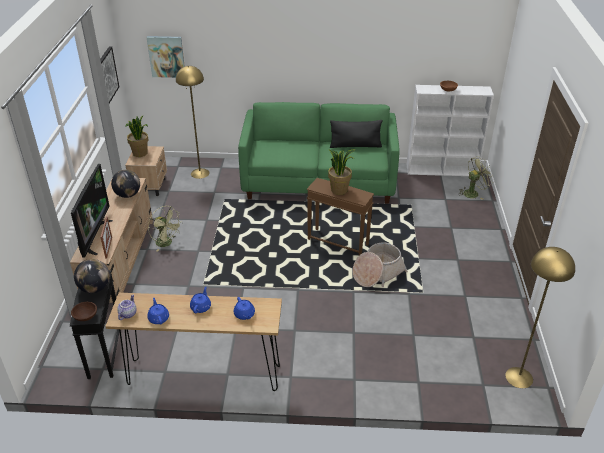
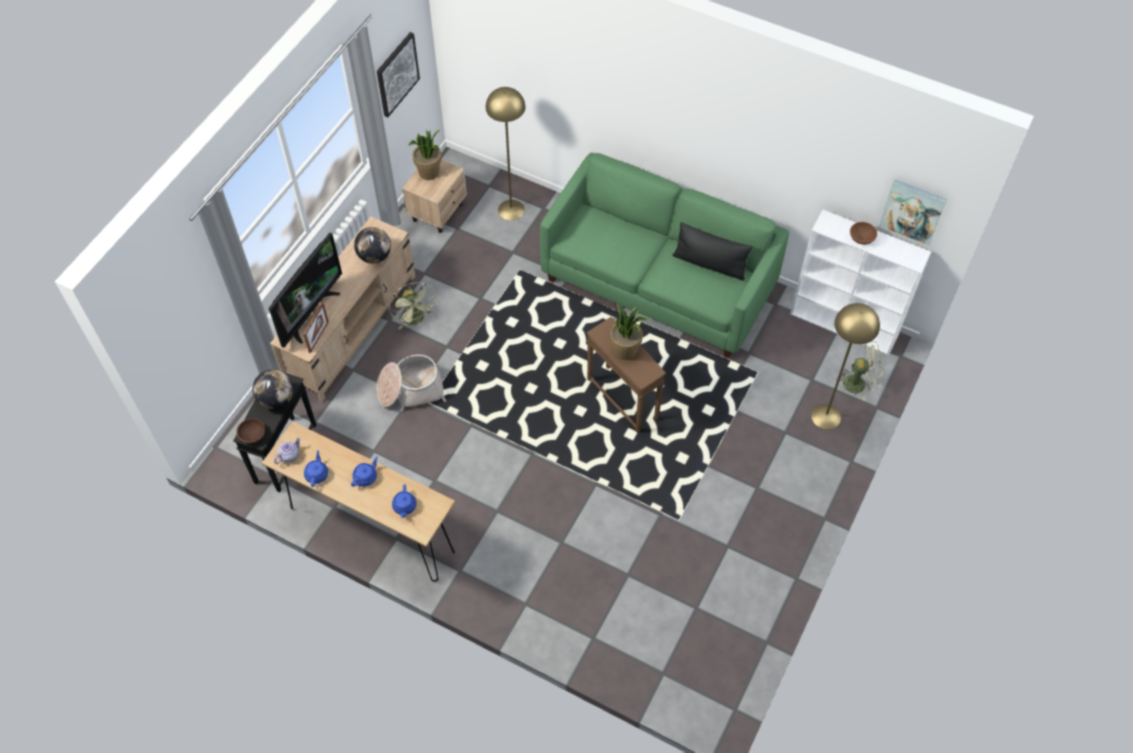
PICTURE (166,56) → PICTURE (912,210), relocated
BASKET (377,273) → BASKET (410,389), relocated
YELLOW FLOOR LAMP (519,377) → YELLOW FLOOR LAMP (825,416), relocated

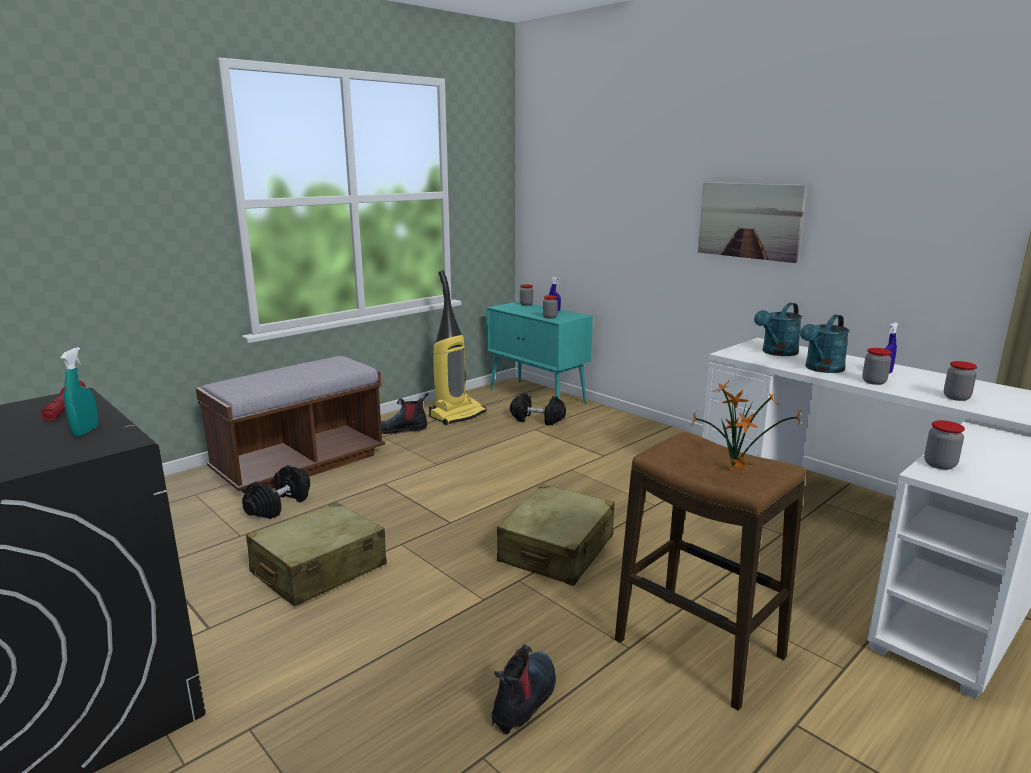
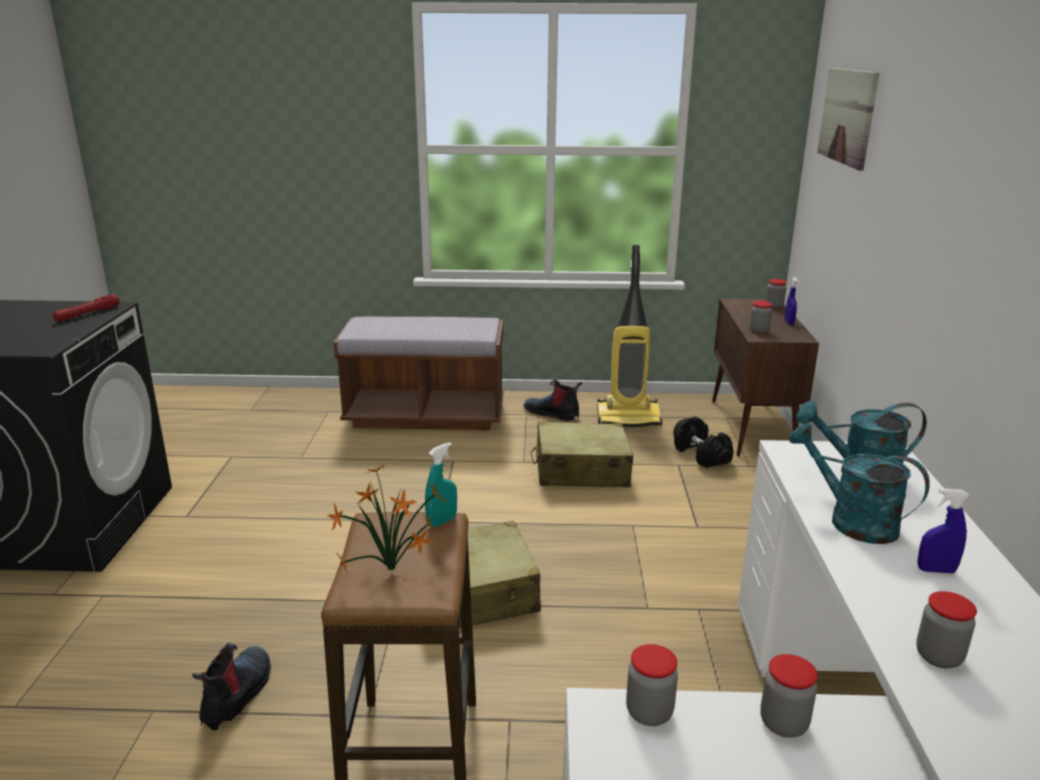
TURQUOISE SPRAY BOTTLE (86,431) → TURQUOISE SPRAY BOTTLE (442,521), relocated
BLACK DUMBBELL (279,505) → -
BEIGE SUITCASE (318,570) → BEIGE SUITCASE (581,470), relocated
TURQUOISE CABINET (538,396) → BROWN CABINET (752,428)
BOOT (525,699) → BOOT (238,694), 60 degrees counterclockwise
PICTURE (749,220) → PICTURE (847,116), relocated
TURQUOISE WATERING CAN (821,369) → TURQUOISE WATERING CAN (851,521), 45 degrees clockwise
JAR (874,382) → JAR (783,723), relocated

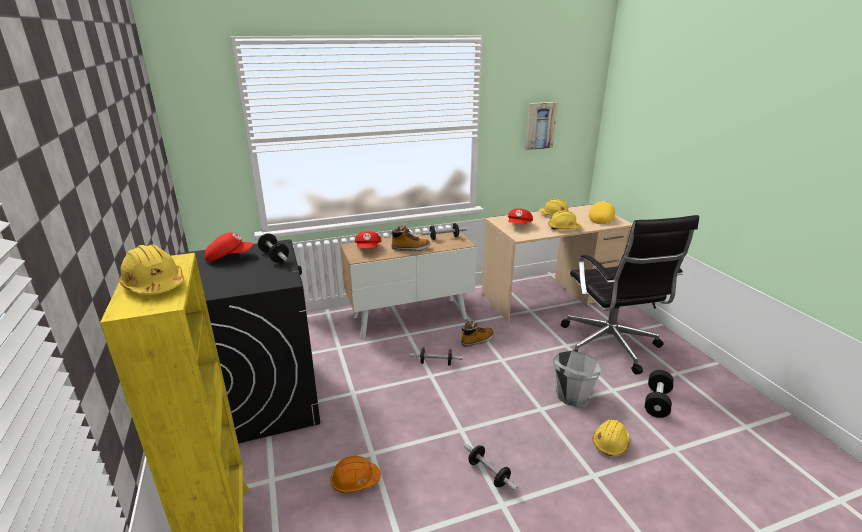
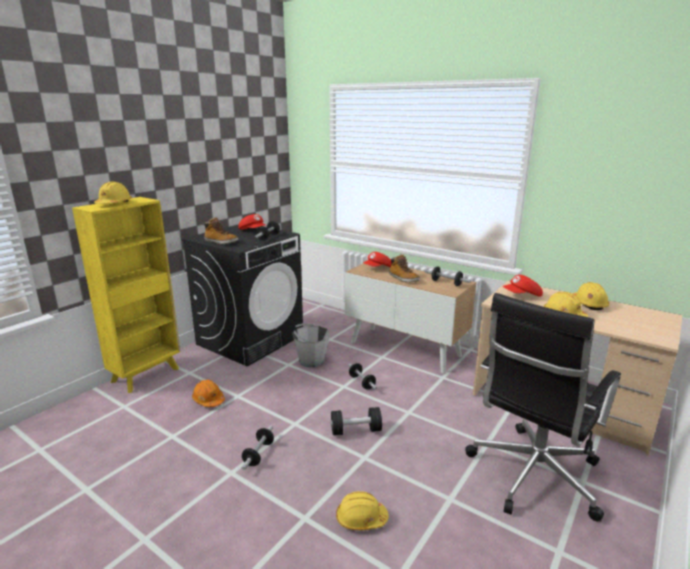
BOOT (477,340) → BOOT (221,242), relocated
PICTURE (539,125) → -
GREY BUCKET (571,395) → GREY BUCKET (311,360), relocated
YELLOW CAP (601,219) → -
BLACK DUMBBELL (657,402) → BLACK DUMBBELL (356,430), relocated

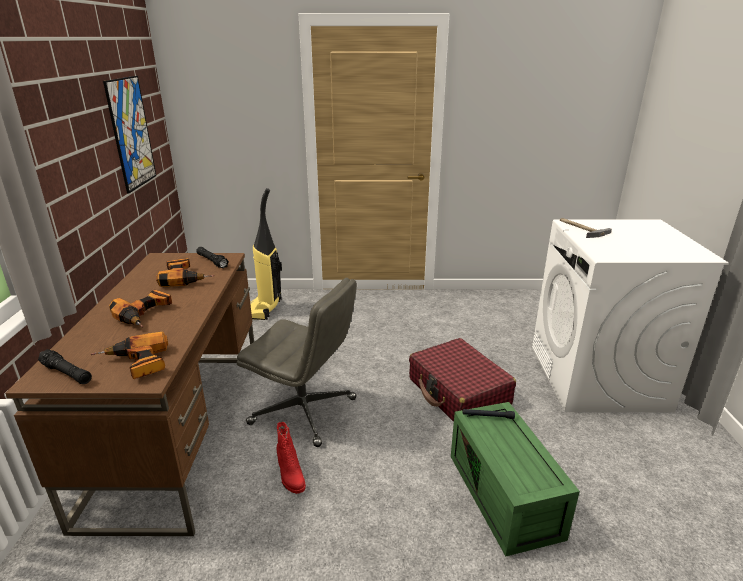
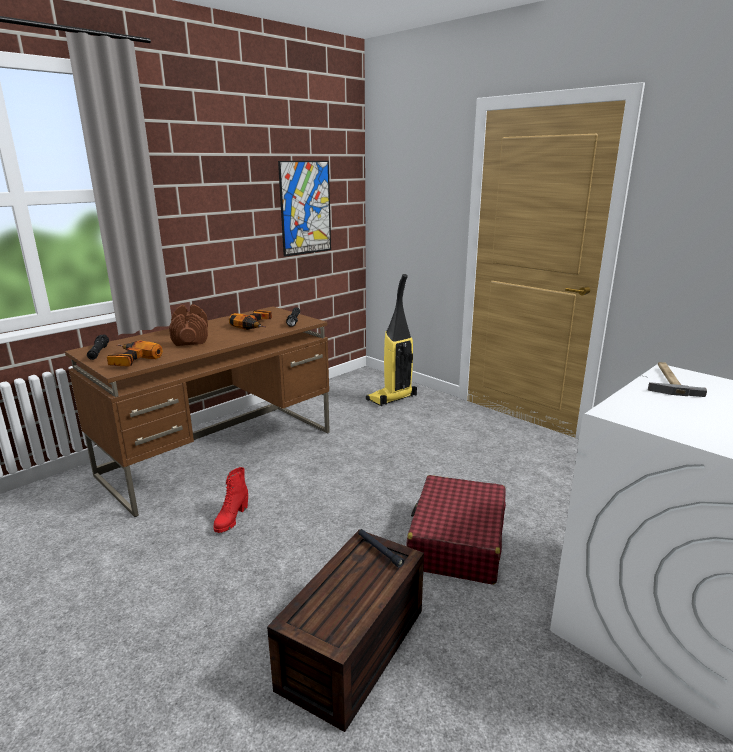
POWER DRILL (146,315) → BROWN DUMBBELL (191,338)
GREY OFFICE CHAIR (304,411) → -
GREEN STORAGE BOX (506,496) → BROWN STORAGE BOX (354,651)

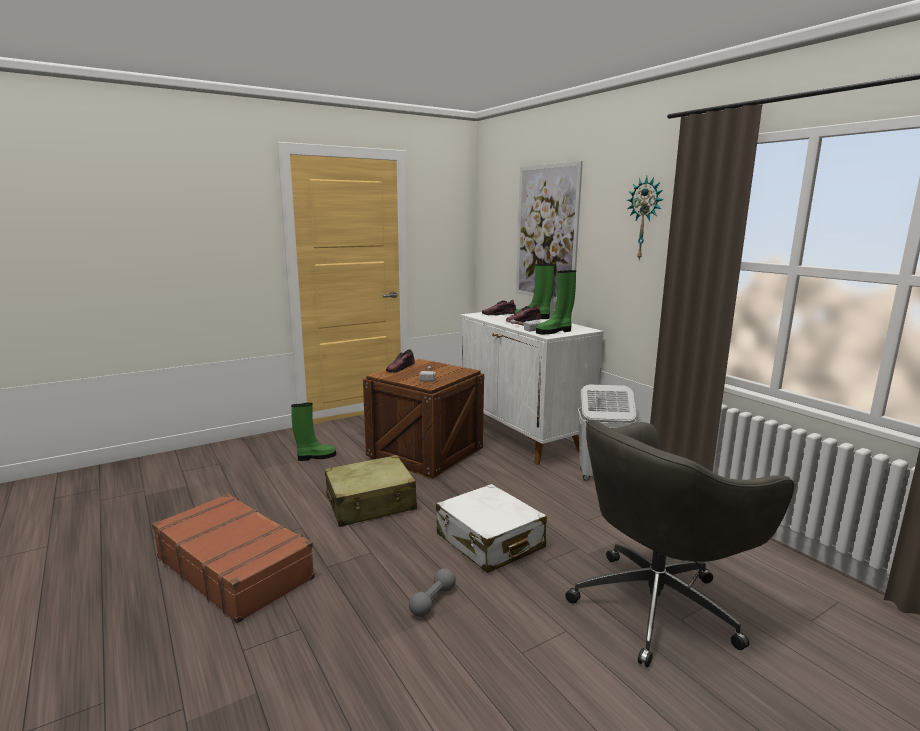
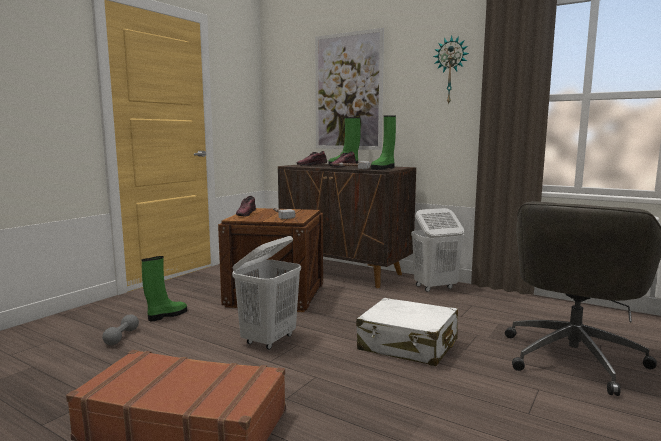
BEIGE SUITCASE (371,503) → WHITE LAUNDRY BASKET (269,340)
GREY DUMBBELL (433,601) → GREY DUMBBELL (122,337), relocated
WHITE CABINET (523,437) → BROWN CABINET (346,273)

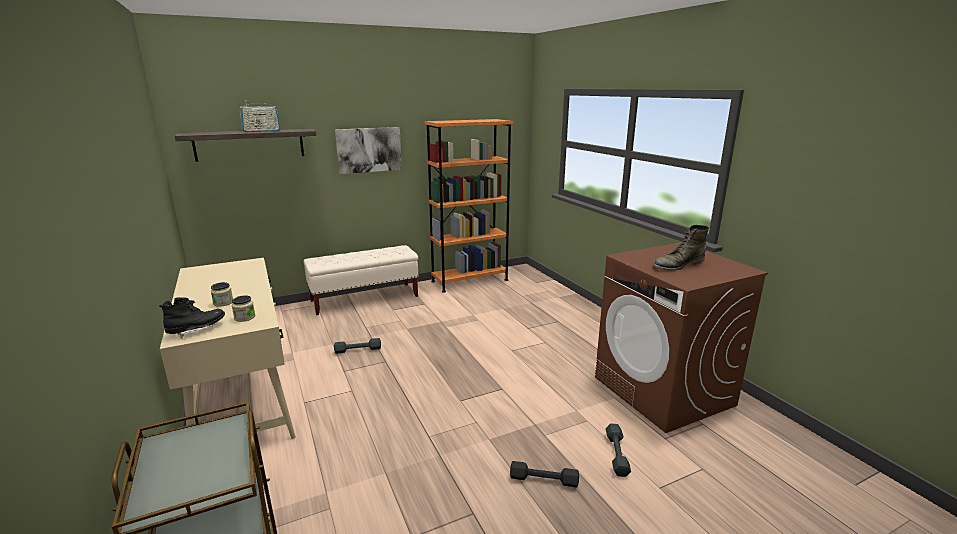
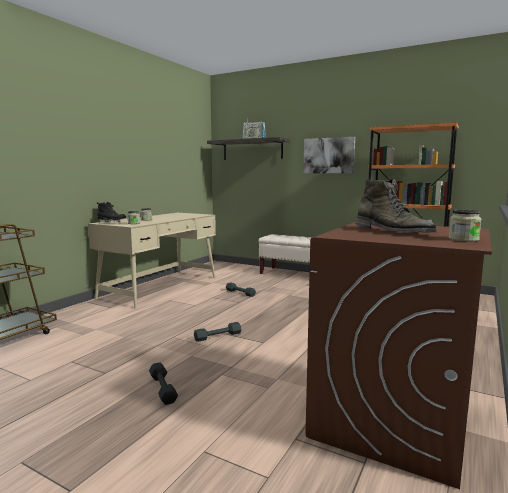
GREY DUMBBELL (617,454) → GREY DUMBBELL (218,336), relocated
GREEN BOOT (677,265) → GREEN BOOT (392,231), 150 degrees counterclockwise
- → JAR (463,239)

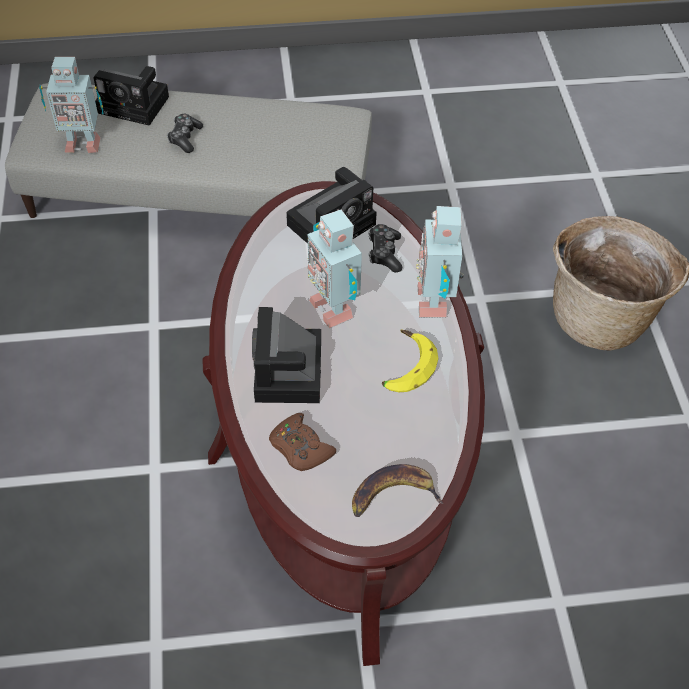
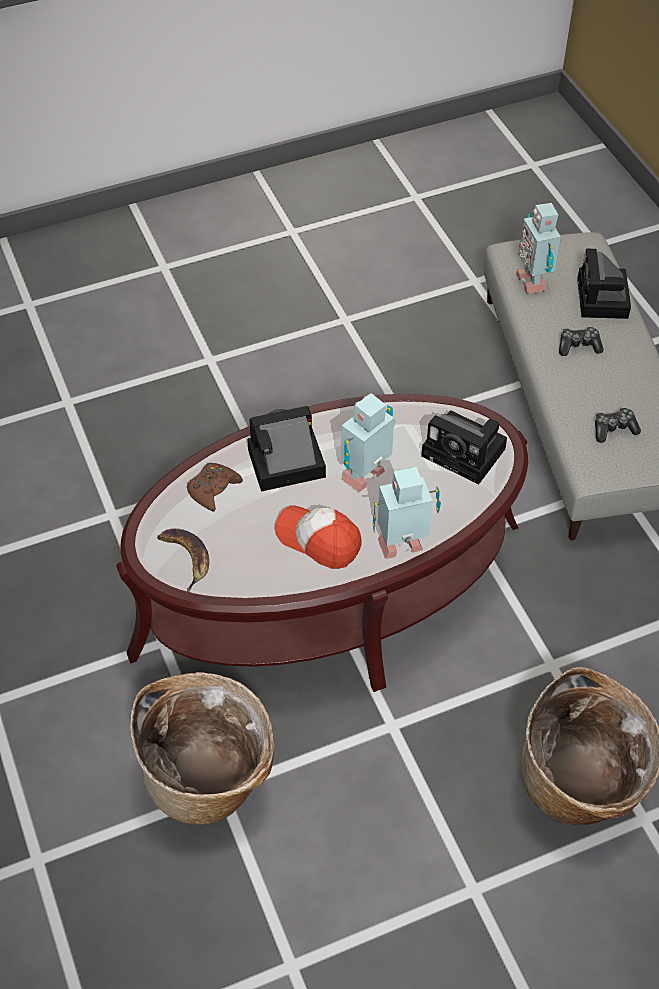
GAME CONTROLLER (384,253) → GAME CONTROLLER (614,429), relocated
BANANA (404,366) → CAP (319,540)
- → BASKET (210,779)

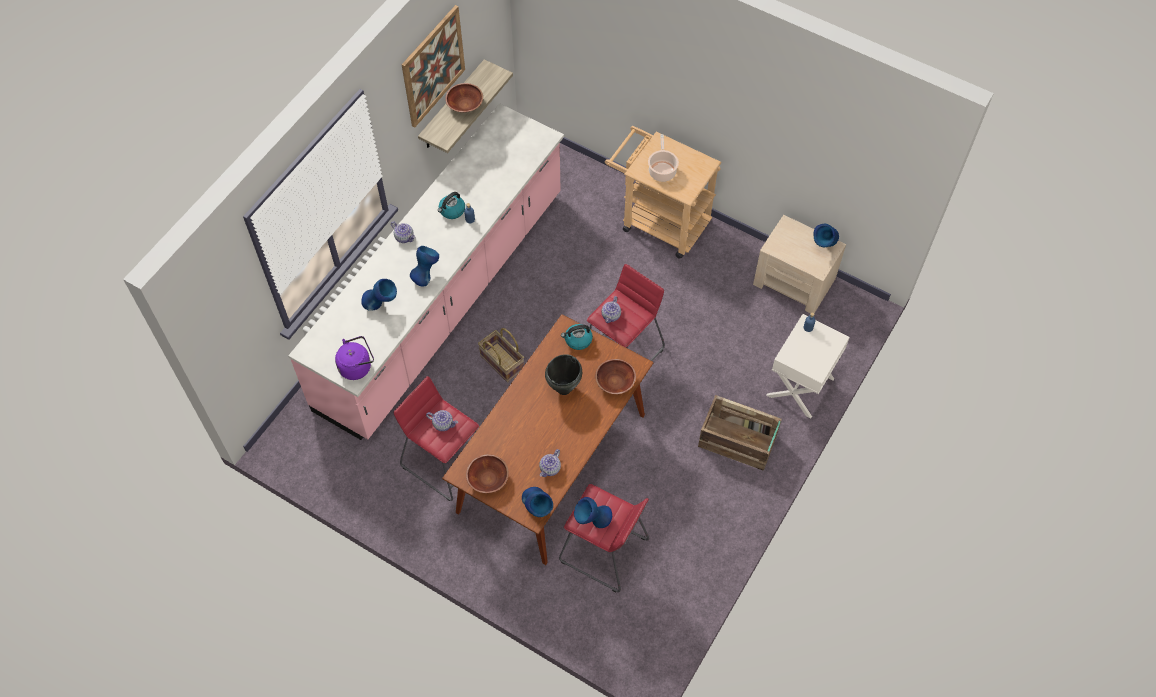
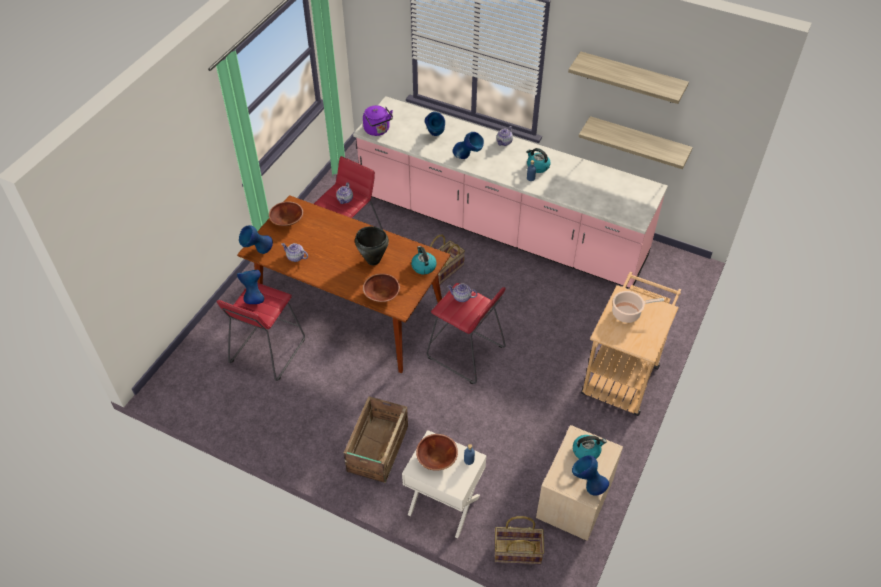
PICTURE (433,66) → SHELF (631,78)
BROWN BOWL (465,105) → BROWN BOWL (437,458), relocated
- → BASKET (517,553)
- → KETTLE (586,451)

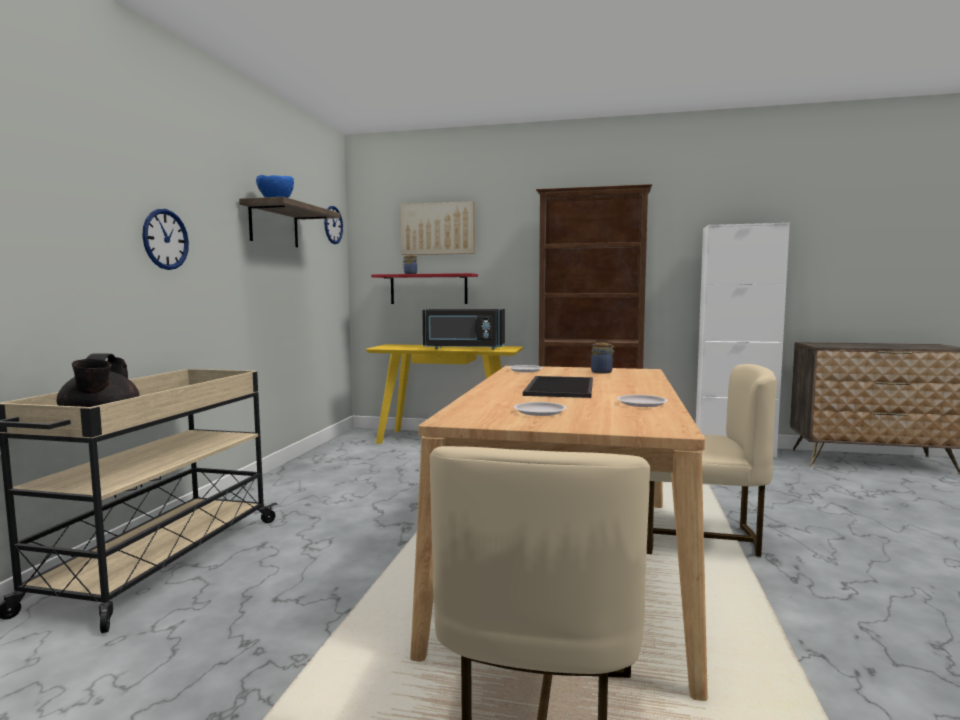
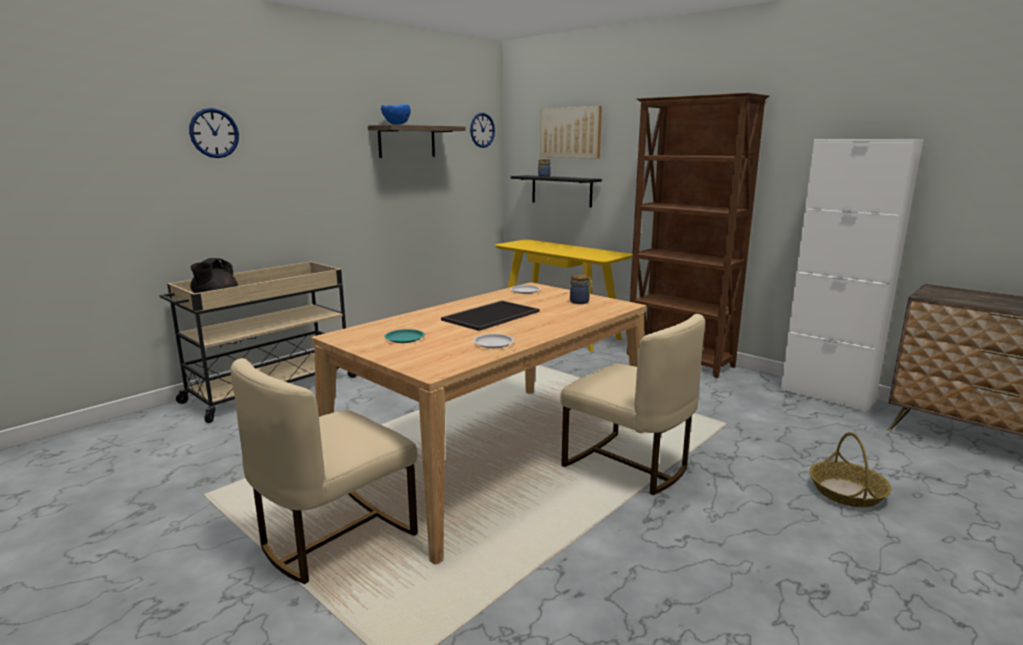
WALL CLOCK (165,239) → WALL CLOCK (214,133), relocated
RED SHELF (428,289) → BLACK SHELF (561,191)
BLACK MICROWAVE (463,348) → -
WHITE PLATE (539,412) → TURQUOISE PLATE (404,338)
- → BASKET (847,492)

